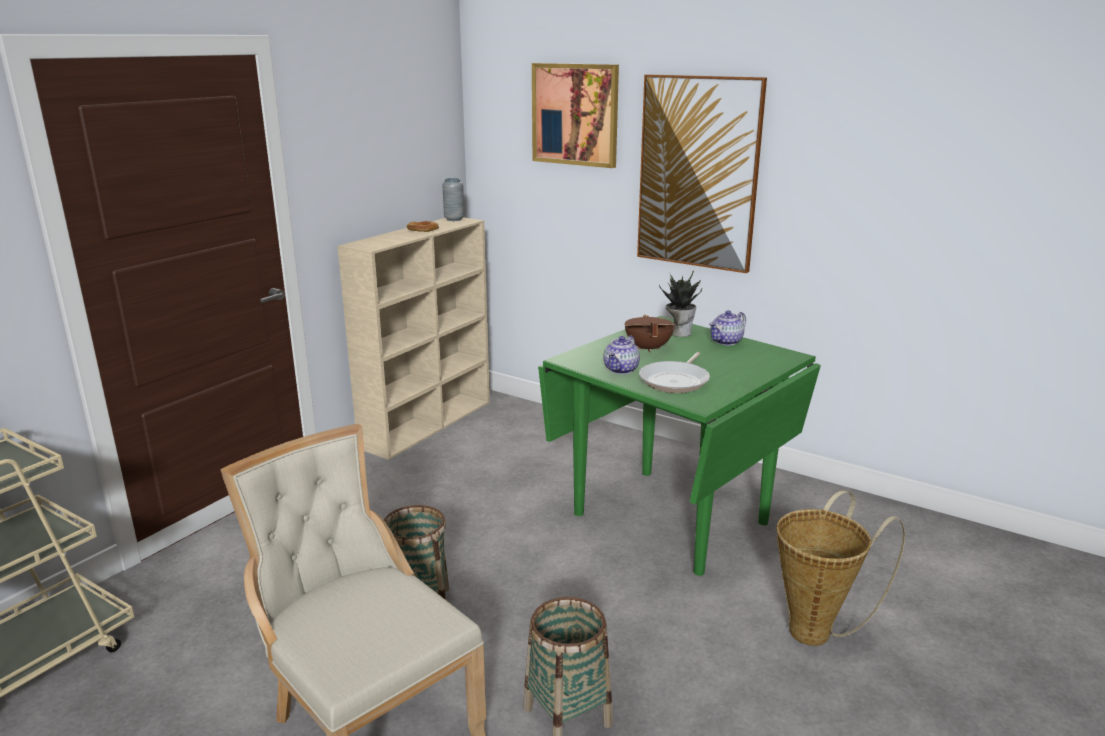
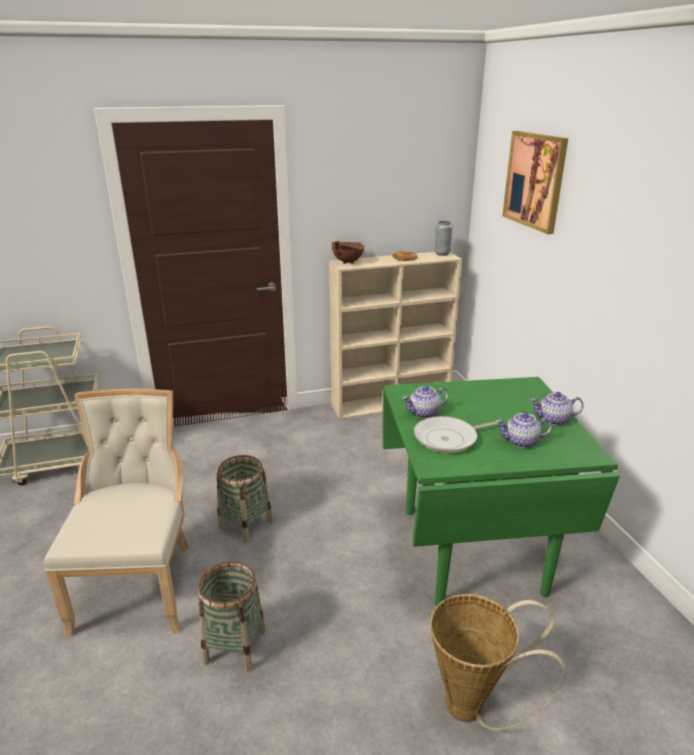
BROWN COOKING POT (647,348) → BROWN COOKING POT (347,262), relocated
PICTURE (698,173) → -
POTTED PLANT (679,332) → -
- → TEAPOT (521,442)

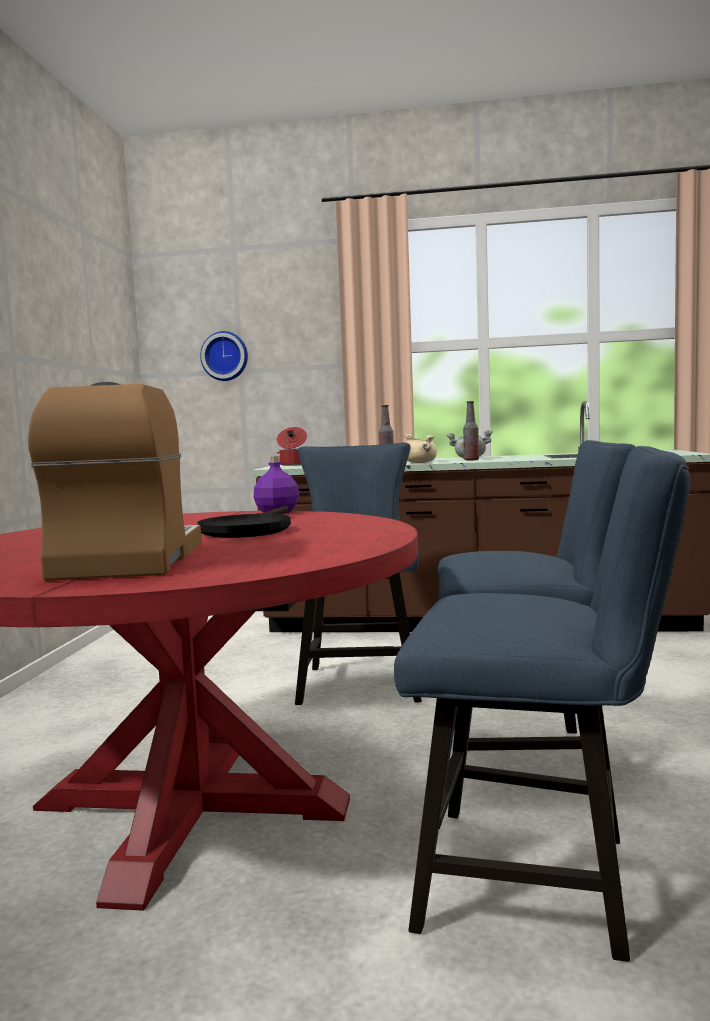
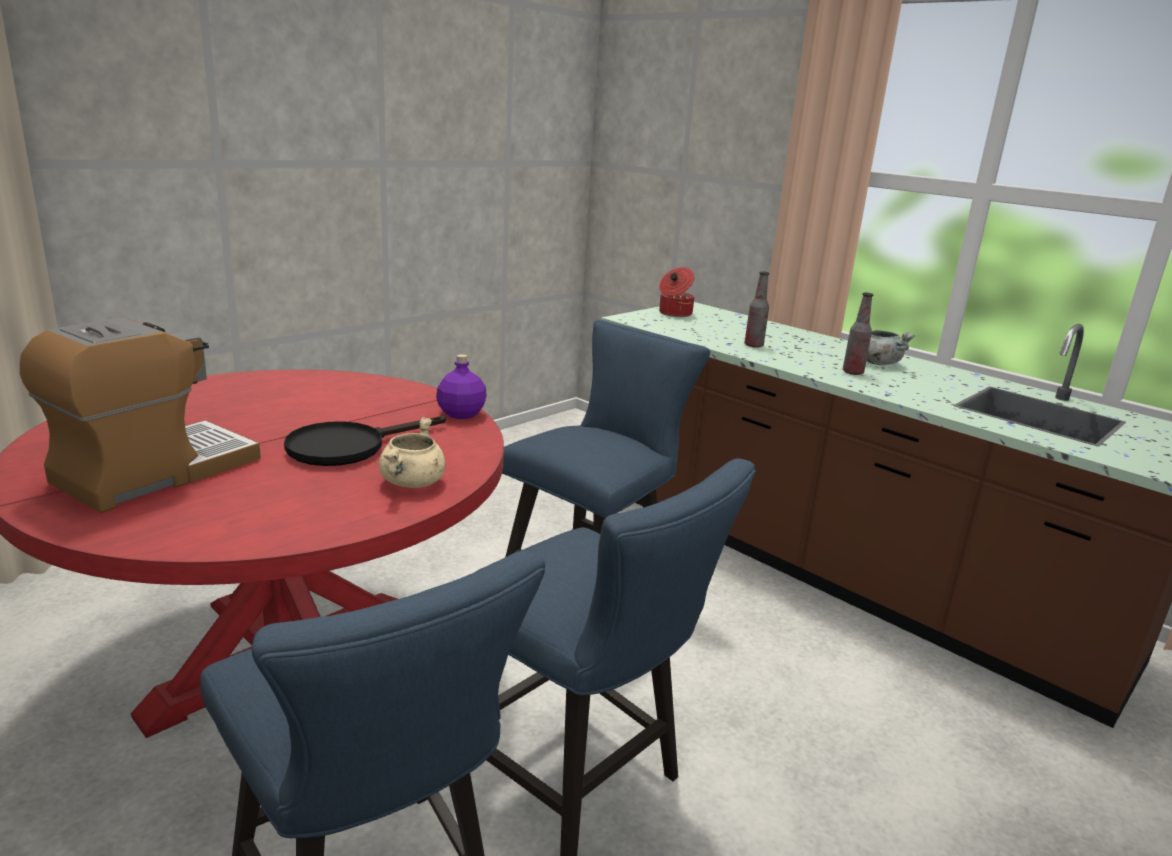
WALL CLOCK (225,356) → -
BEIGE COOKING POT (421,462) → BEIGE COOKING POT (413,483), relocated

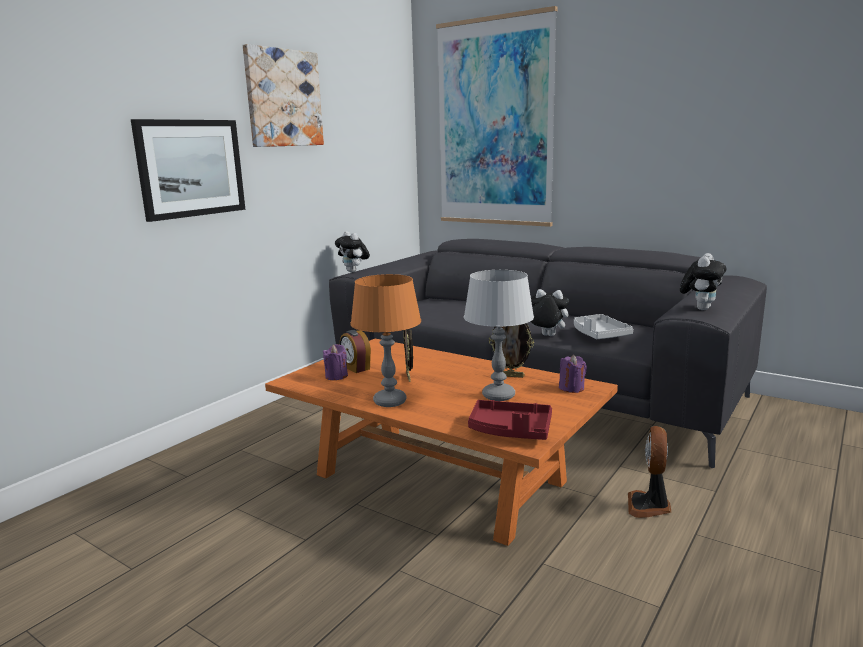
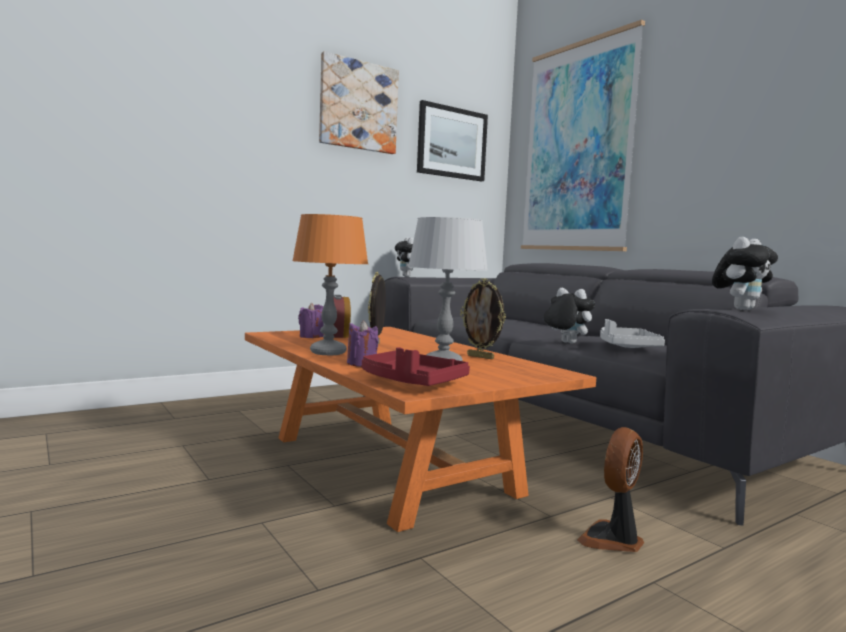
PICTURE (191,168) → PICTURE (452,143), relocated
PURPLE CANDLE (571,388) → PURPLE CANDLE (361,364), relocated

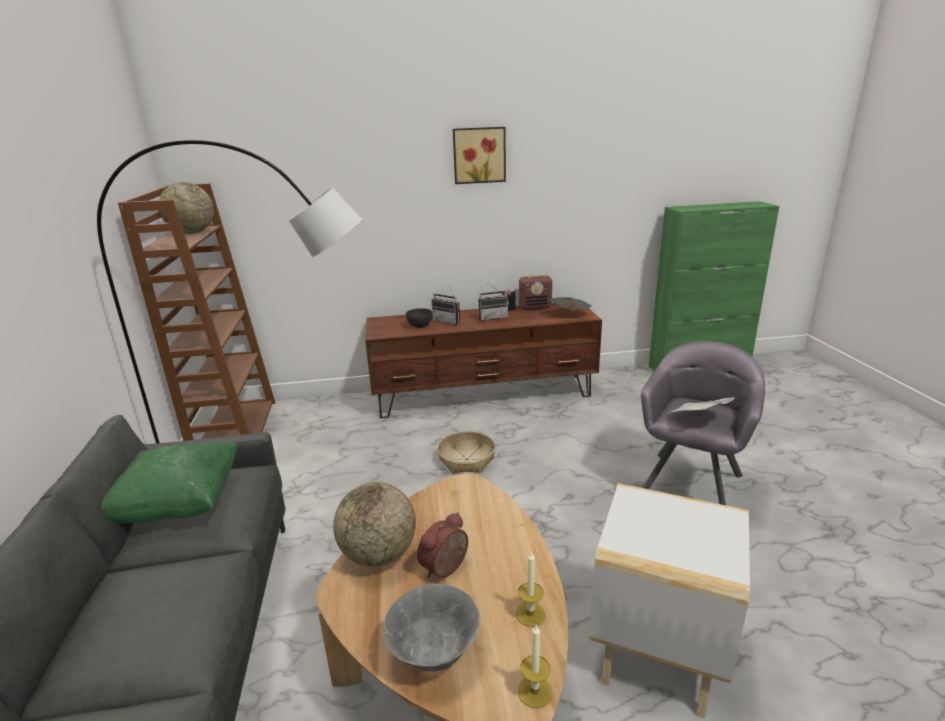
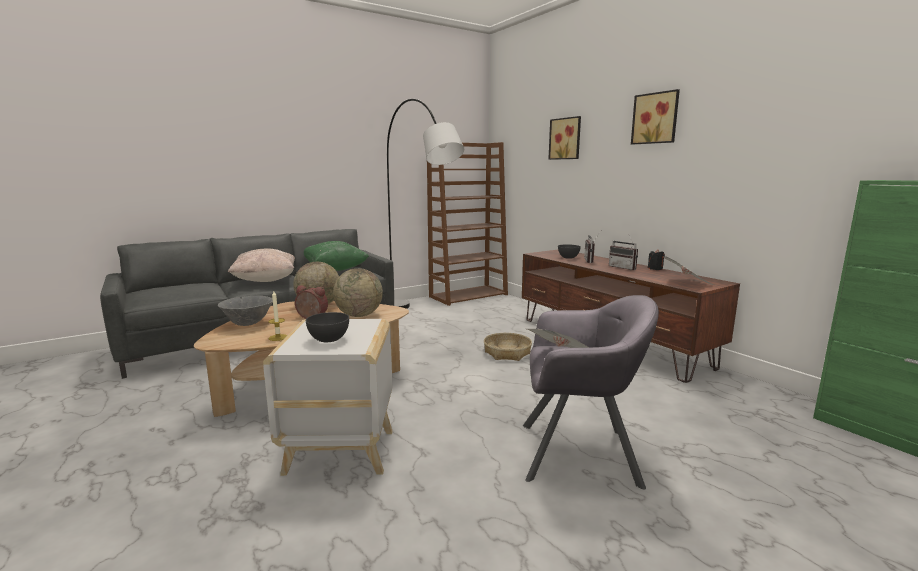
GLOBE (192,233) → GLOBE (359,315), relocated
CANDLE (535,691) → -
RADIO (535,307) → -
- → BEIGE PILLOW (265,280)
- → GREY BOWL (329,339)
- → PICTURE (566,138)

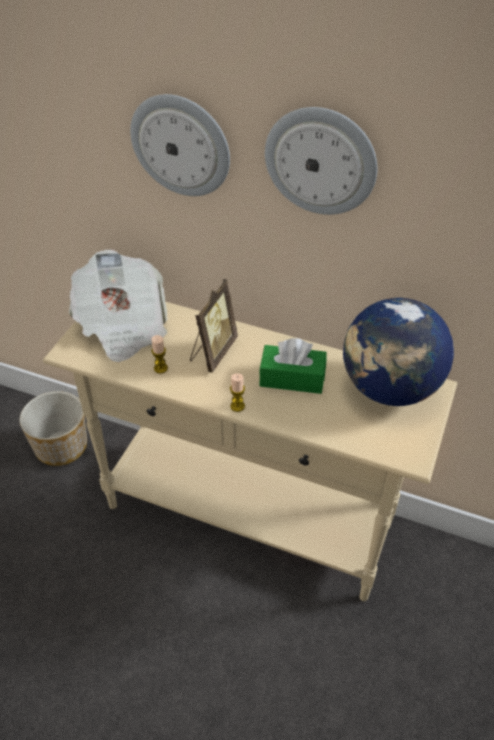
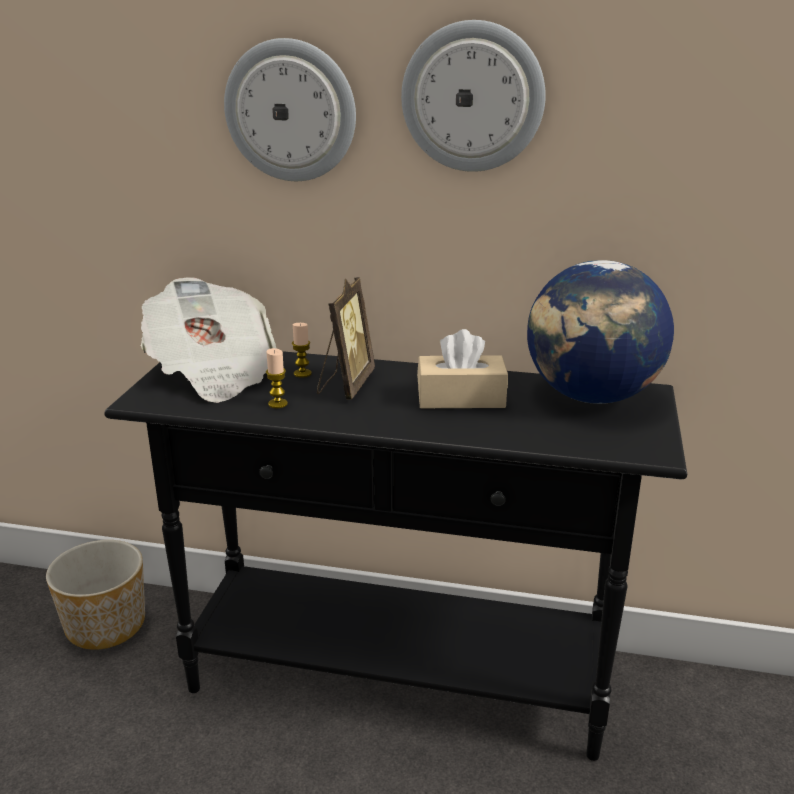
BEIGE CONSOLE TABLE (248,517) → BLACK CONSOLE TABLE (399,678)
CANDLE (237,406) → CANDLE (302,373), relocated
GREEN TISSUE BOX (292,378) → BEIGE TISSUE BOX (461,398)

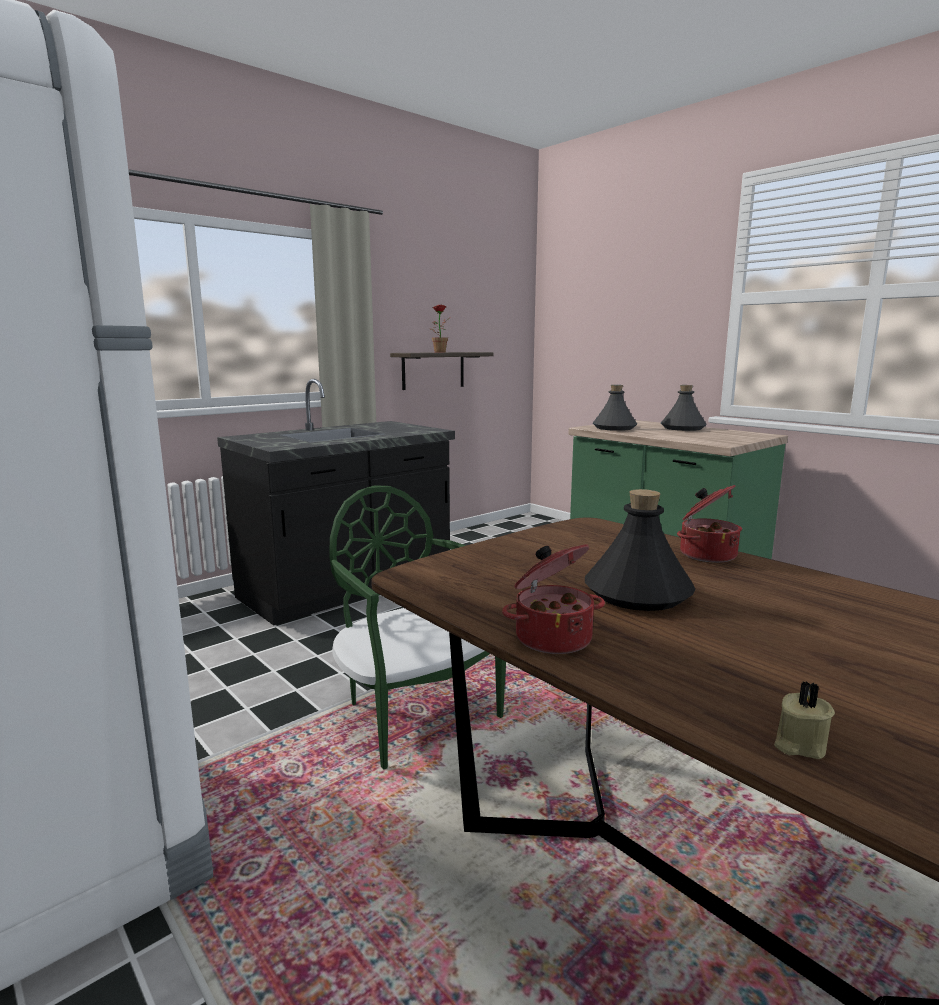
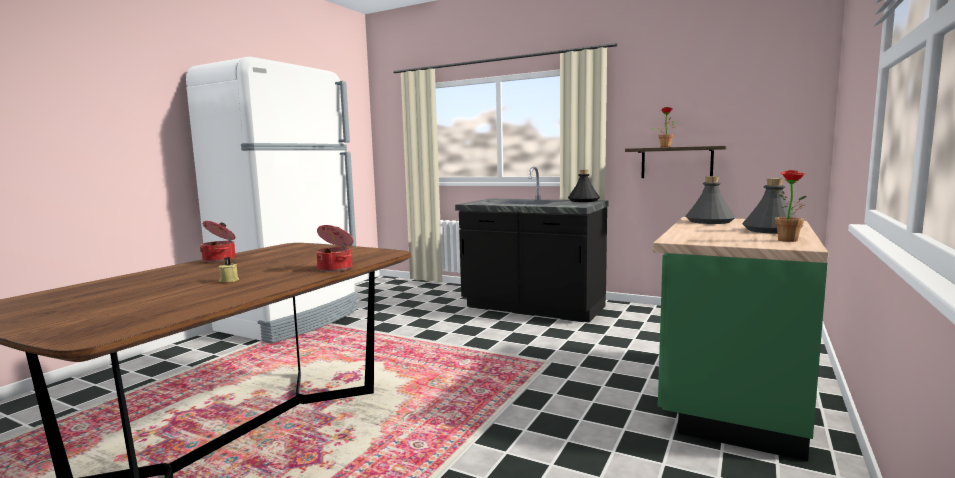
GREEN CHAIR (414,714) → -
BLACK BOTTLE (637,593) → BLACK BOTTLE (583,201), relocated
BEIGE CANDLE (798,744) → BEIGE CANDLE (229,280), relocated
- → POTTED PLANT (790,241)

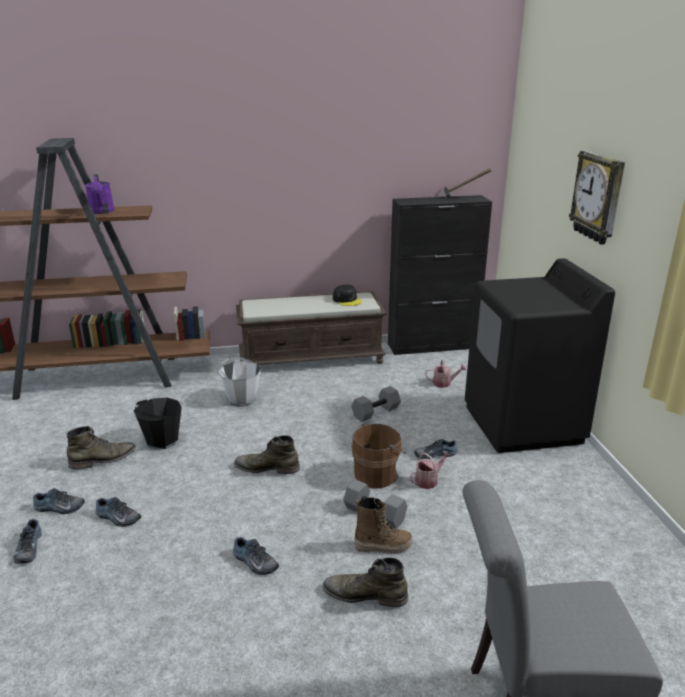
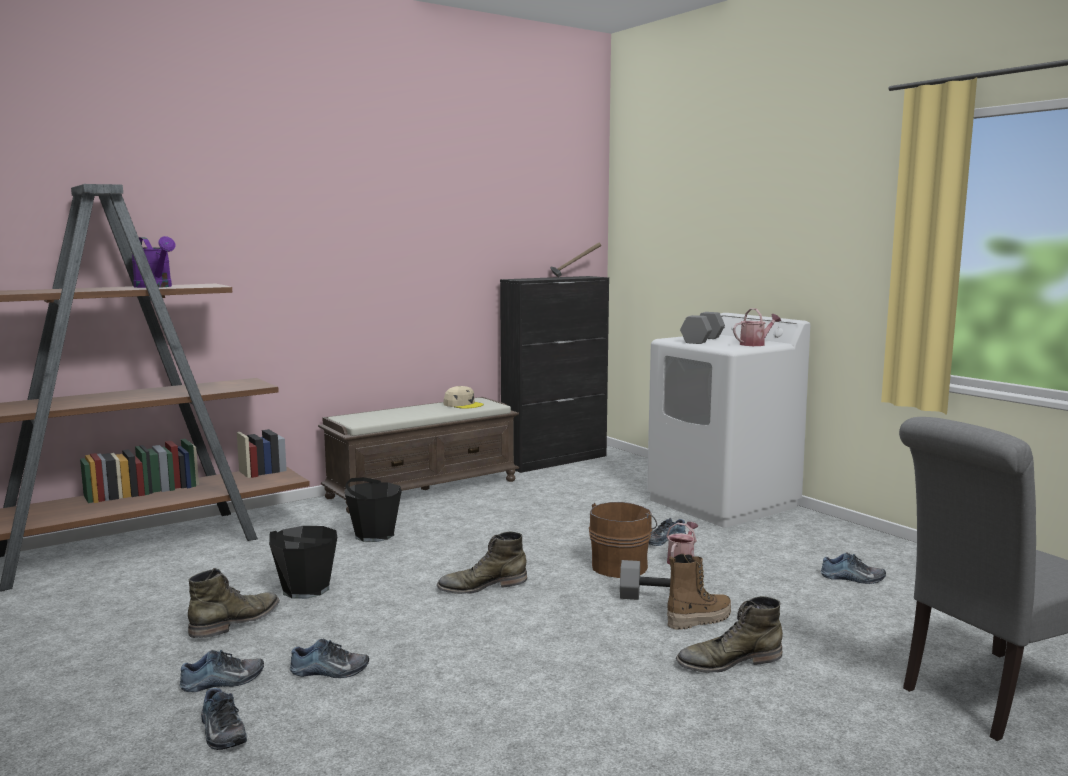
WHITE BUCKET (241,399) → BLACK BUCKET (374,535)
SHOE (254,562) → SHOE (853,578), relocated
BLACK CAP (347,300) → BEIGE CAP (463,404)
GREY DUMBBELL (375,412) → GREY DUMBBELL (701,340), relocated
WATERING CAN (444,383) → WATERING CAN (755,344), relocated
BLACK WASHING MACHINE (523,424) → WHITE WASHING MACHINE (723,503)
WALL CLOCK (598,197) → -

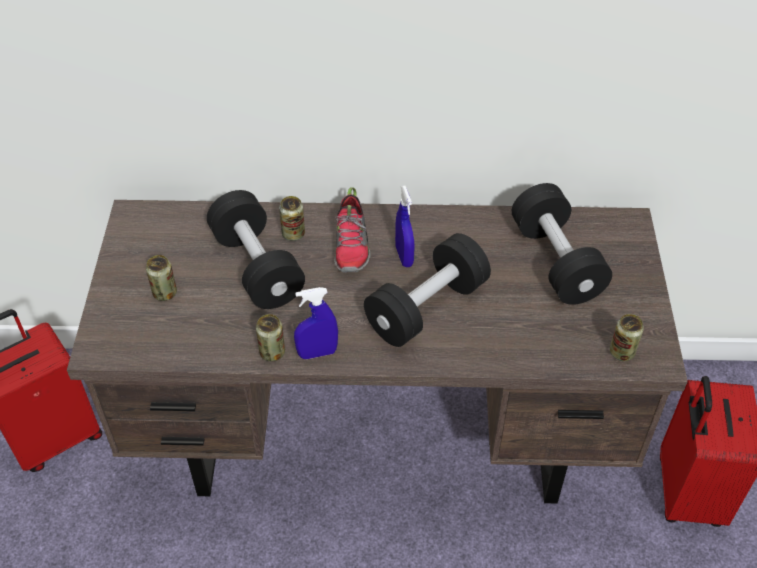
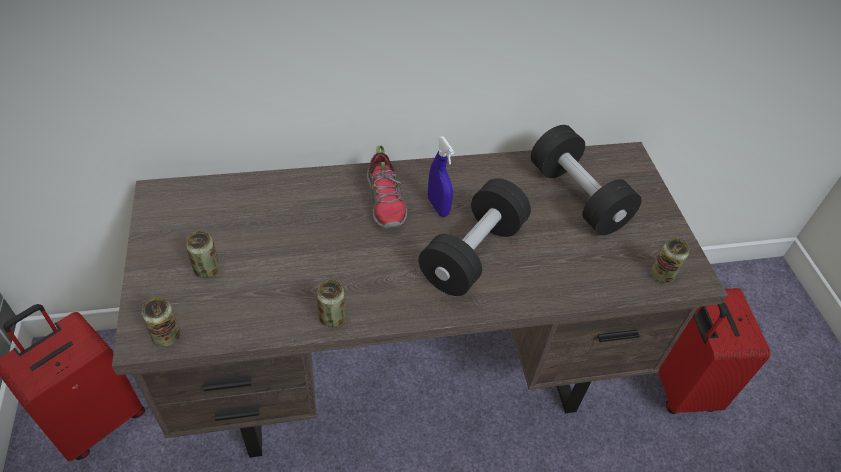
BLACK DUMBBELL (257,267) → -
CAN (293,234) → CAN (166,336), relocated
BLUE SPRAY BOTTLE (317,353) → -

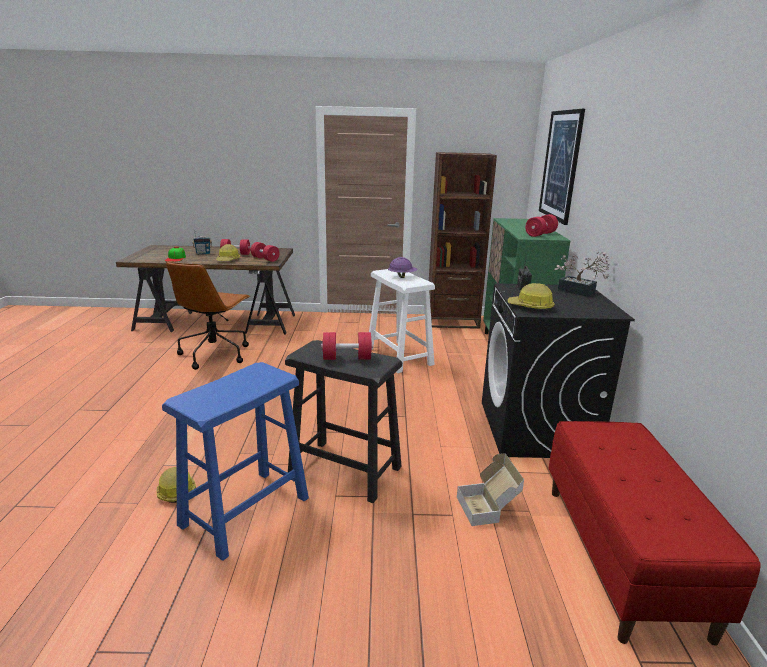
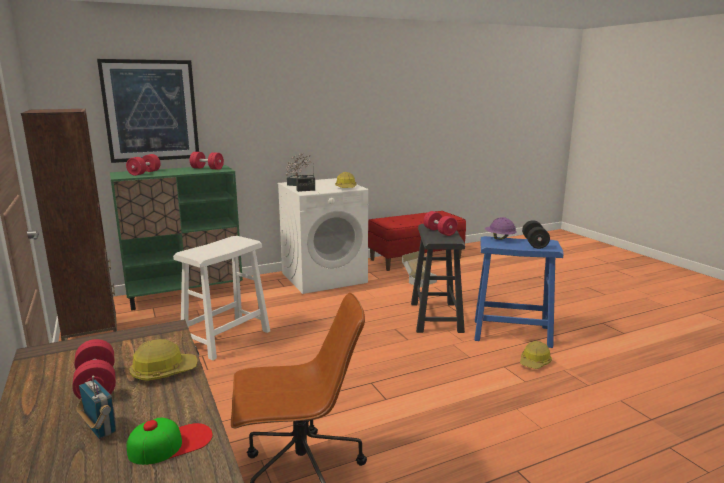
RED DUMBBELL (265,259) → RED DUMBBELL (144,173), relocated
PURPLE HARD HAT (402,277) → PURPLE HARD HAT (499,238), relocated
BLACK WASHING MACHINE (537,429) → WHITE WASHING MACHINE (324,277)
- → BLACK DUMBBELL (534,243)

